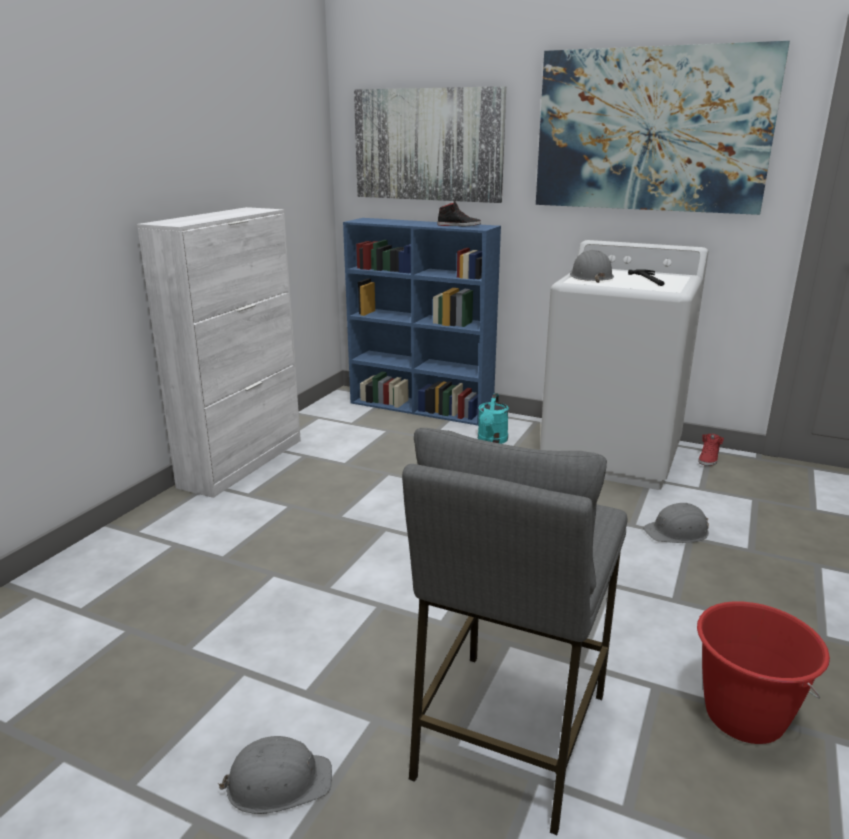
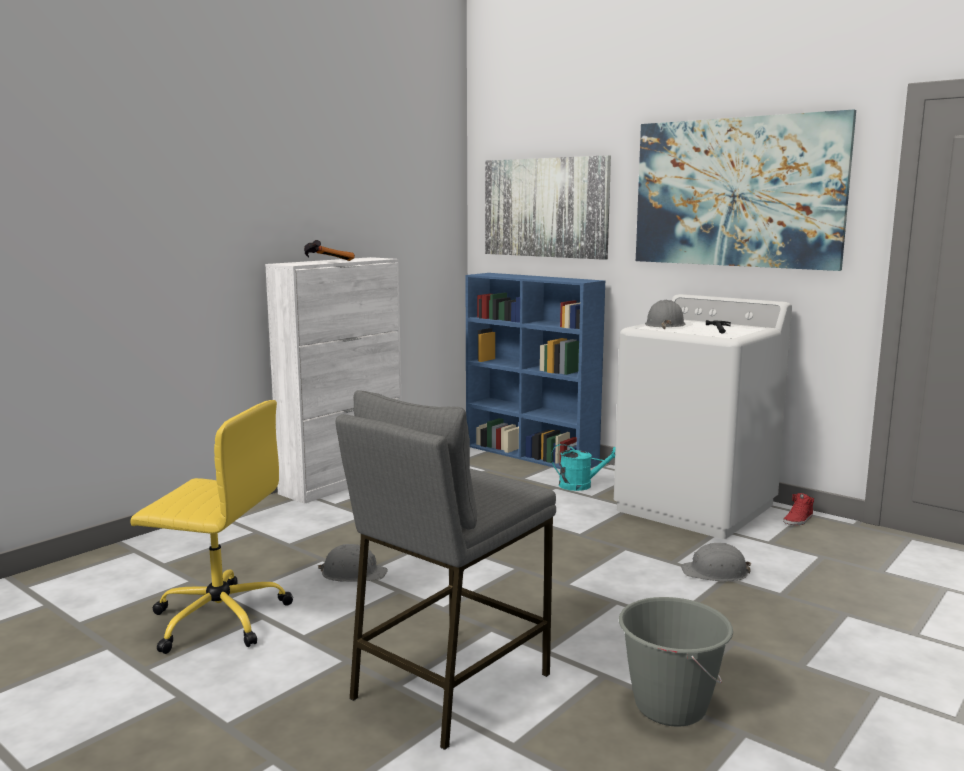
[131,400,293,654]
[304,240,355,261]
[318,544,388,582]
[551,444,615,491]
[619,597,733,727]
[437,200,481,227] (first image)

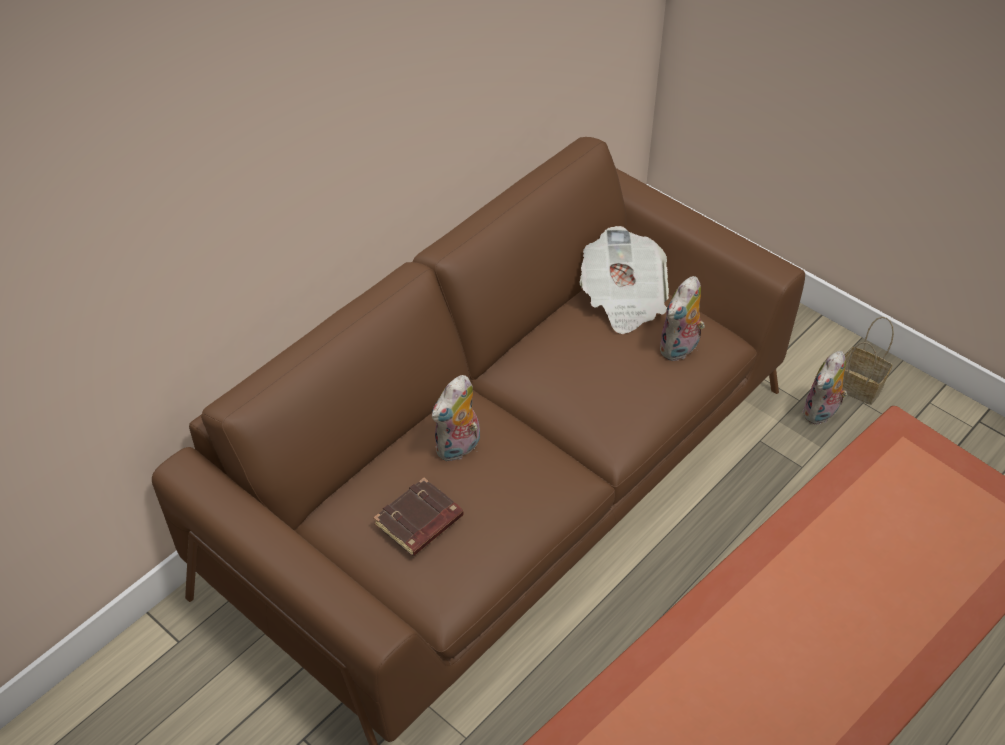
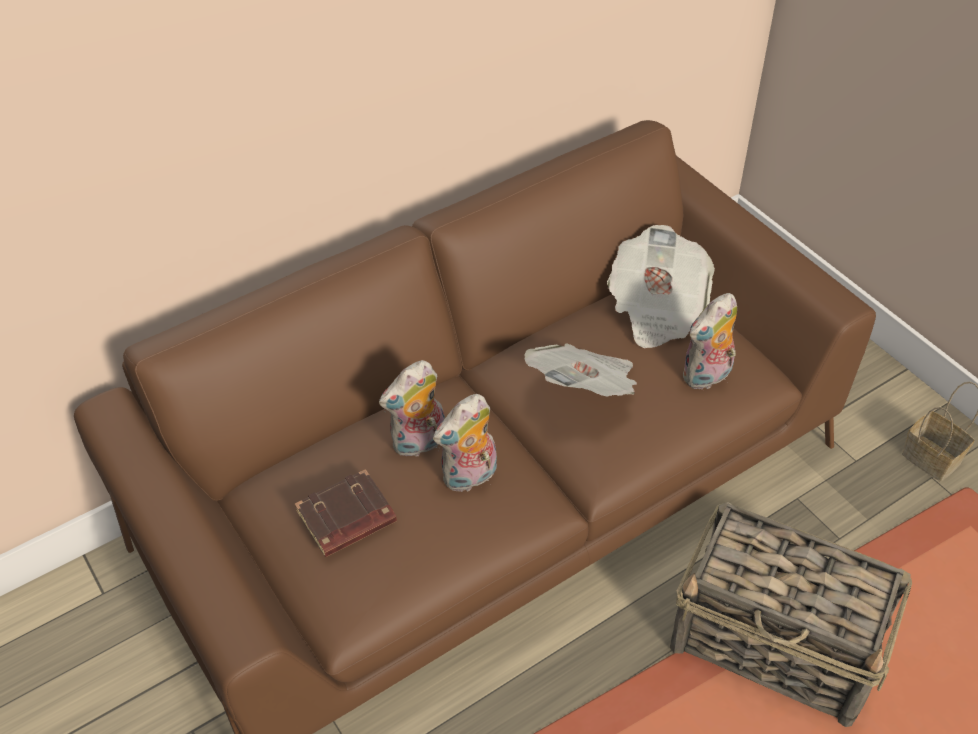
[433,394,497,492]
[524,343,637,397]
[670,502,912,727]

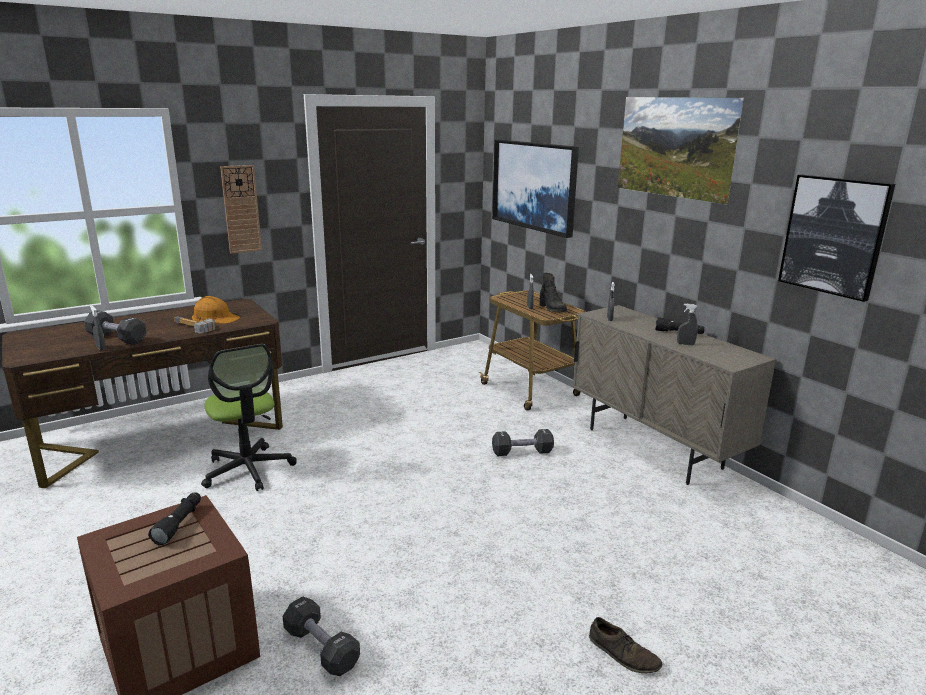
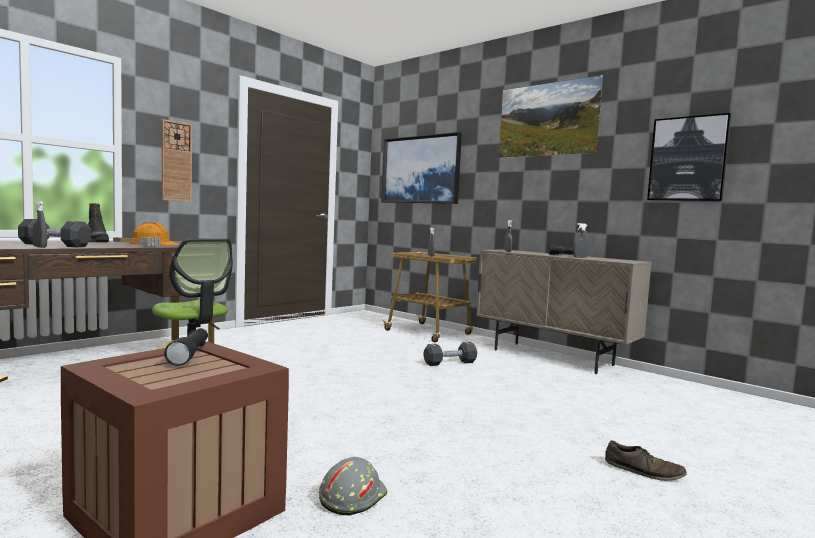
[87,203,109,242]
[319,457,387,516]

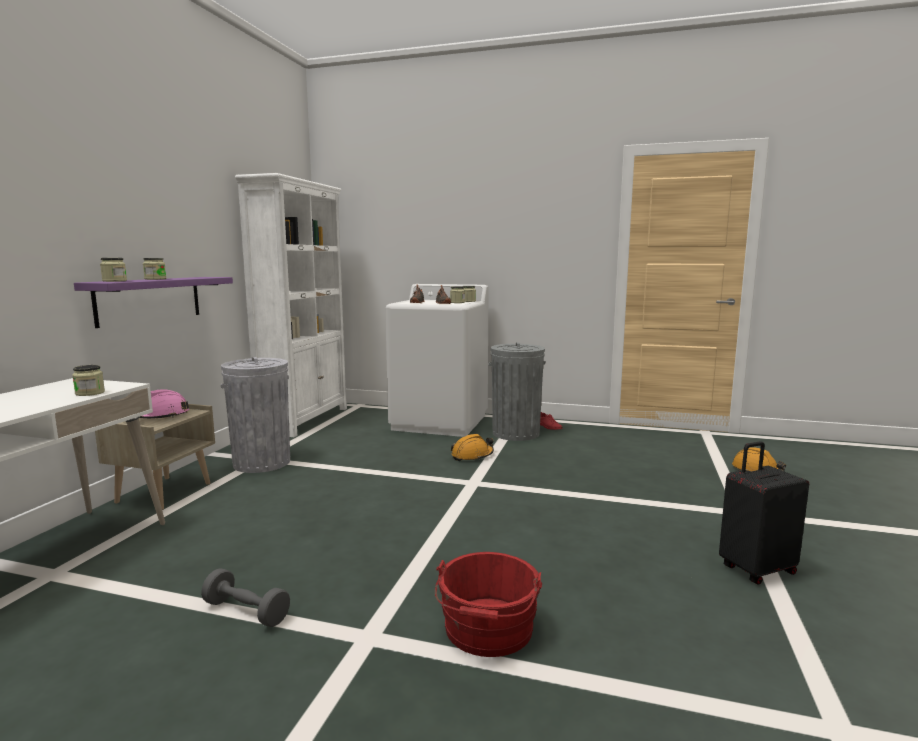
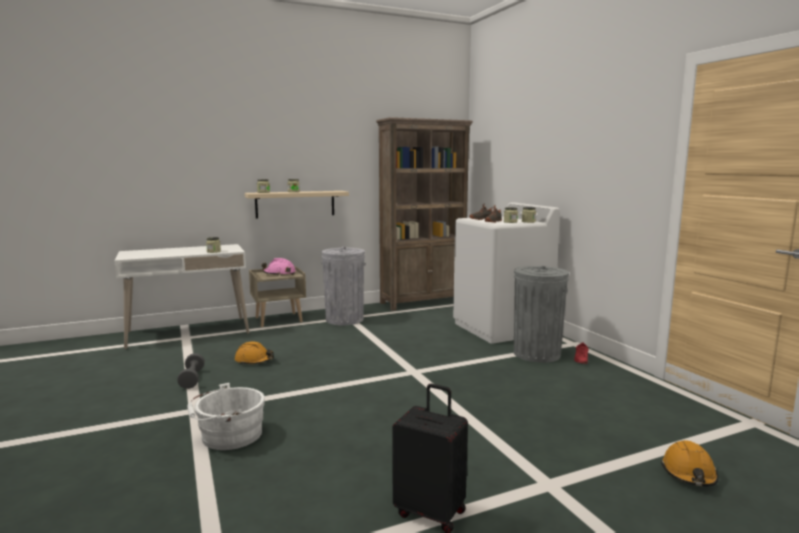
[187,383,265,450]
[235,342,274,365]
[245,191,349,219]
[376,117,473,311]

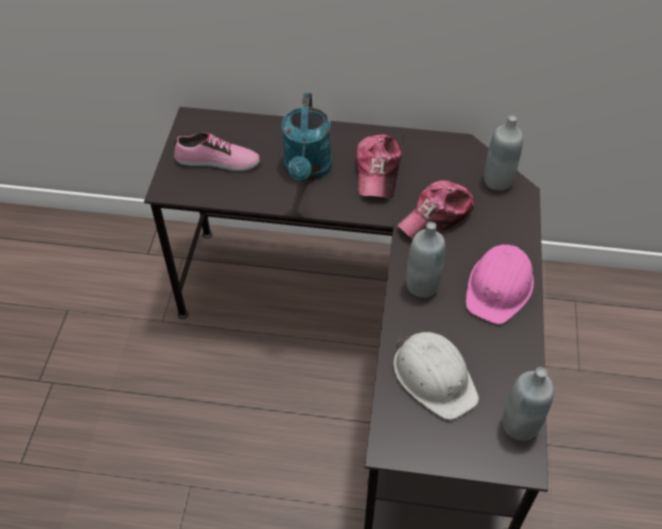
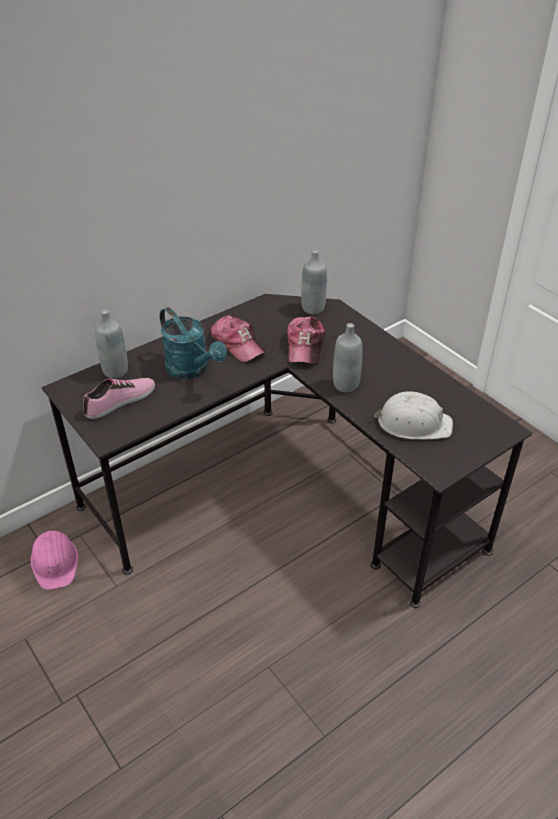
[31,531,78,590]
[95,310,128,378]

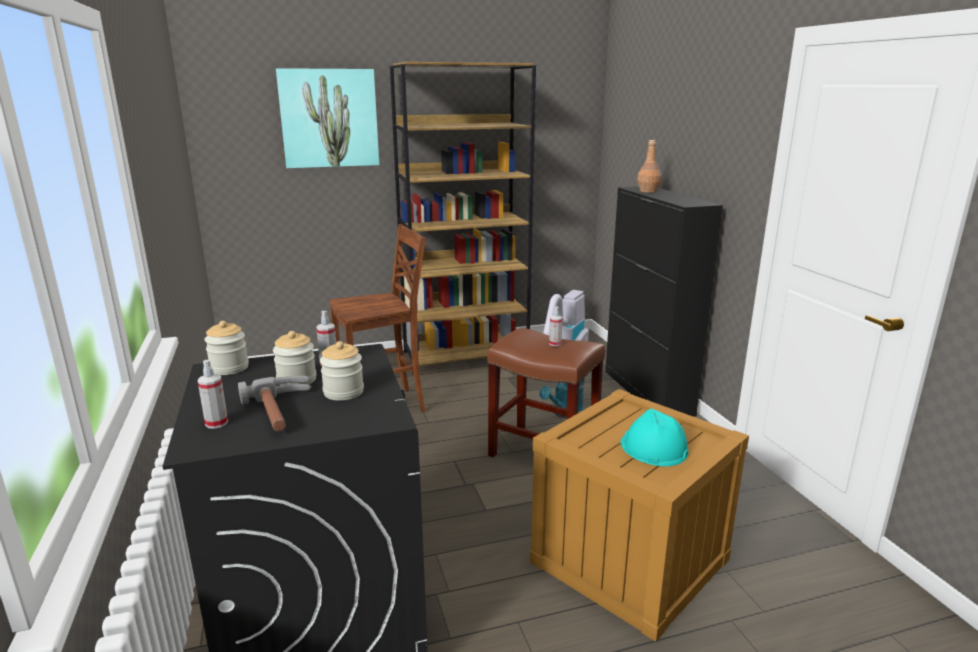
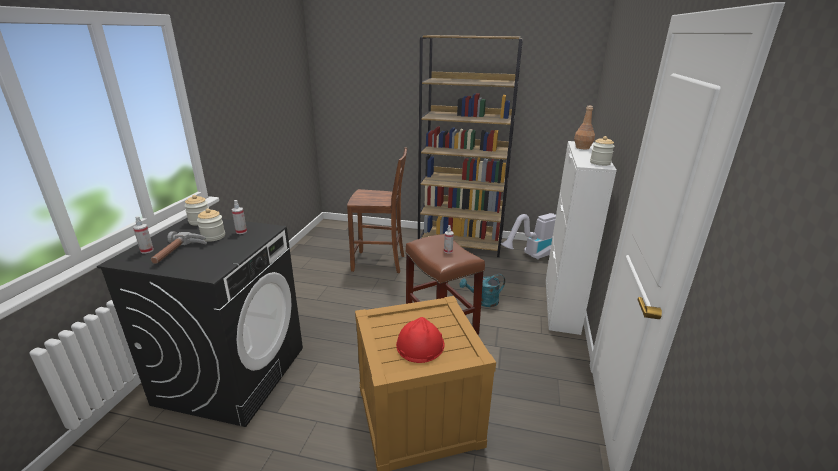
[396,317,445,363]
[546,141,617,335]
[590,136,615,166]
[276,68,379,168] (first image)

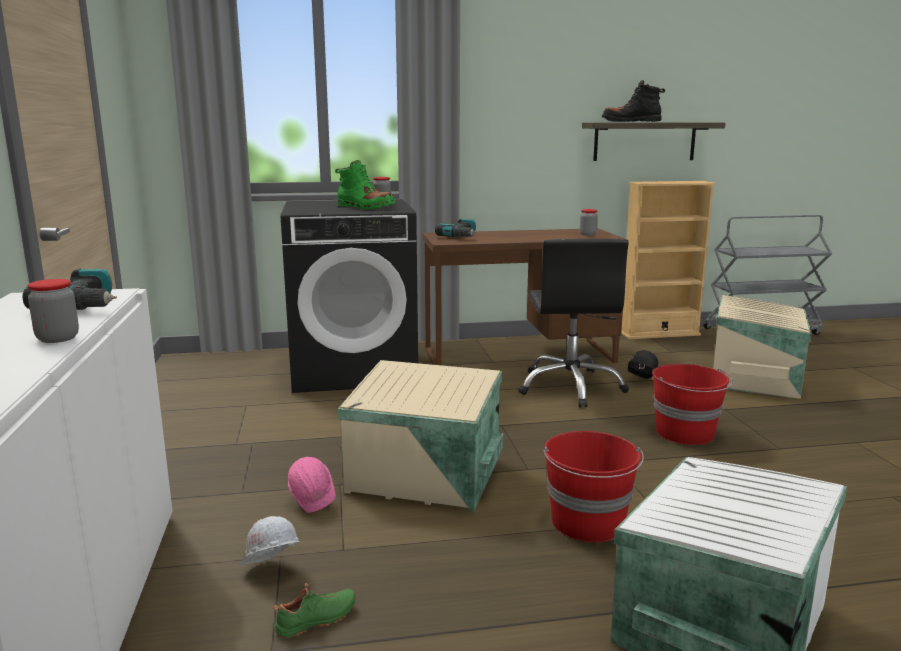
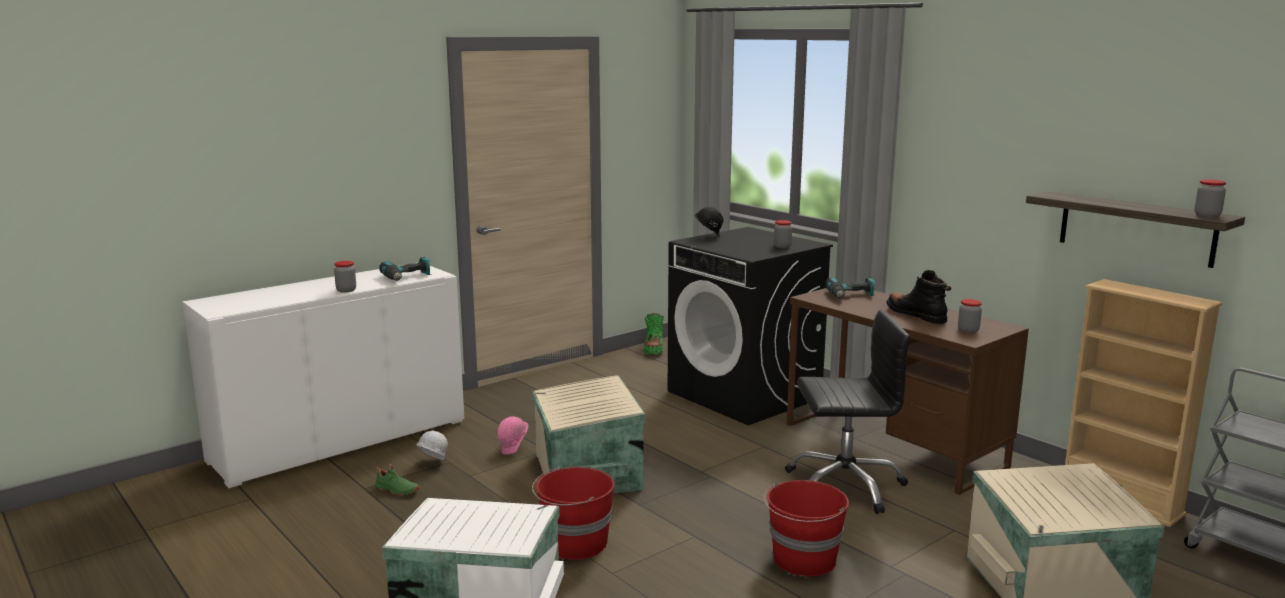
[643,313,664,354]
[695,207,723,238]
[785,309,910,514]
[887,270,952,324]
[1195,179,1226,218]

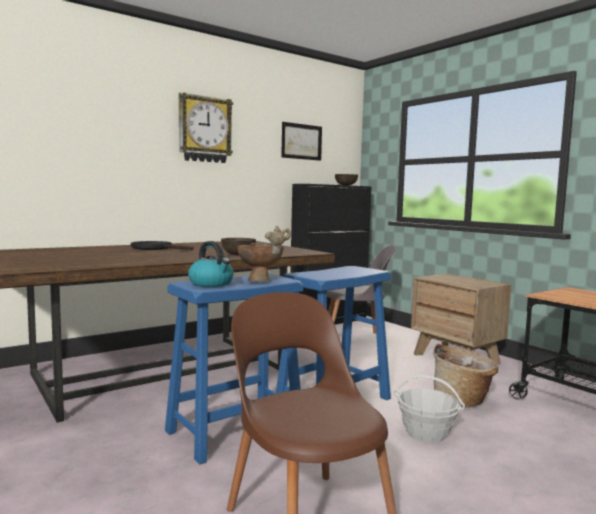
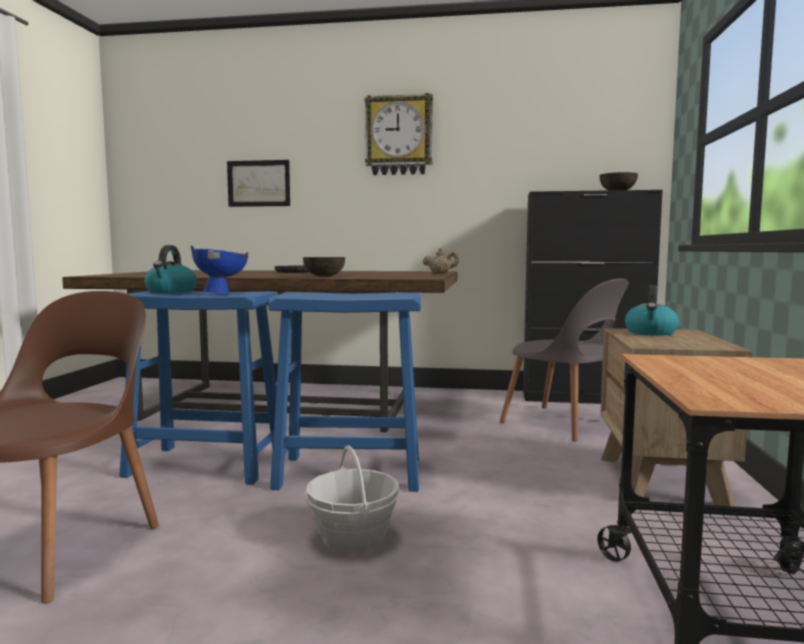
[191,245,248,294]
[227,160,290,207]
[625,285,679,335]
[433,344,499,408] (first image)

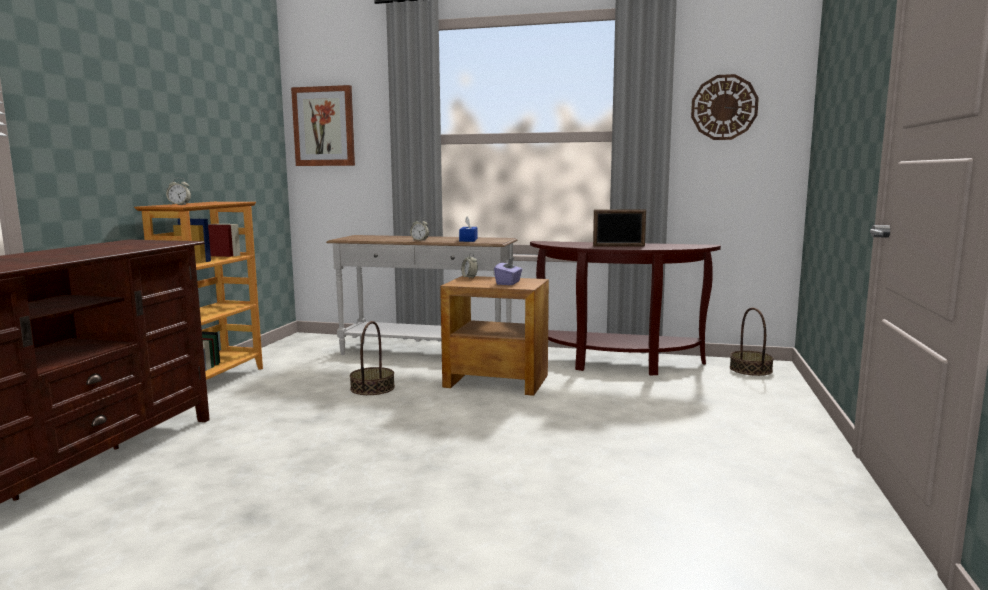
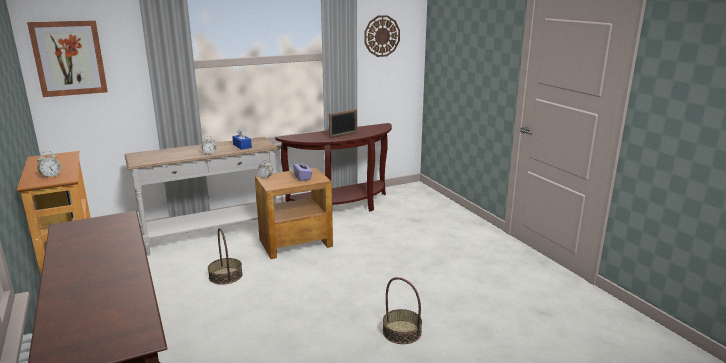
[383,277,422,344]

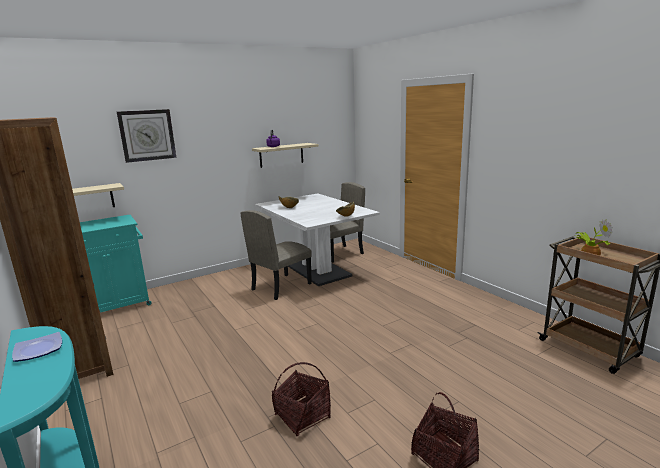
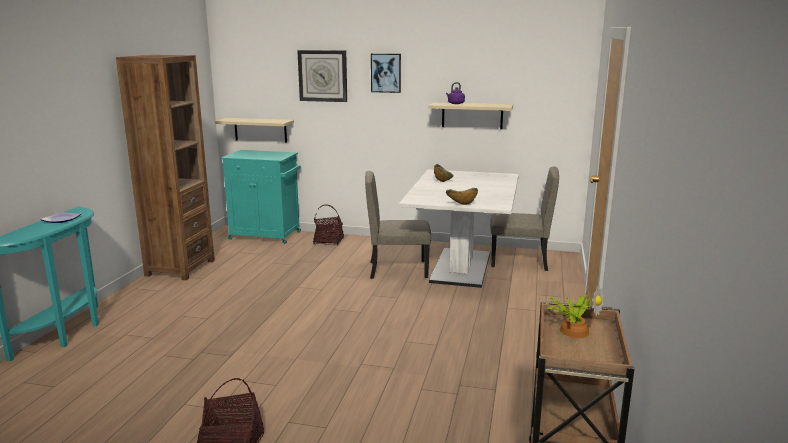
[313,205,344,246]
[371,53,401,93]

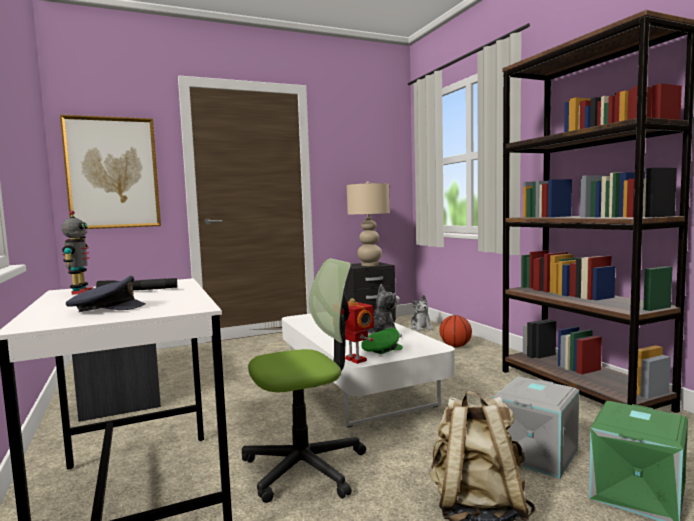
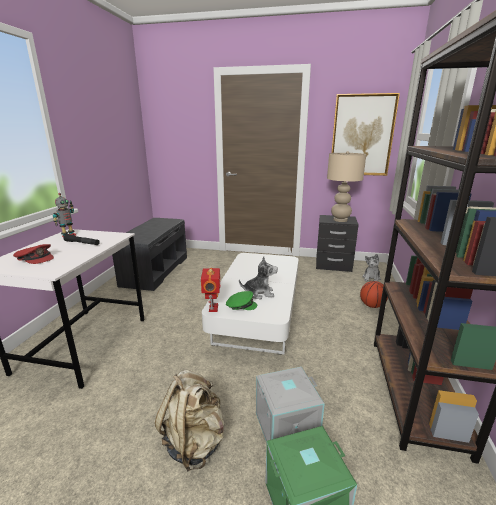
[13,244,54,264]
[331,93,400,176]
[242,258,366,503] (first image)

